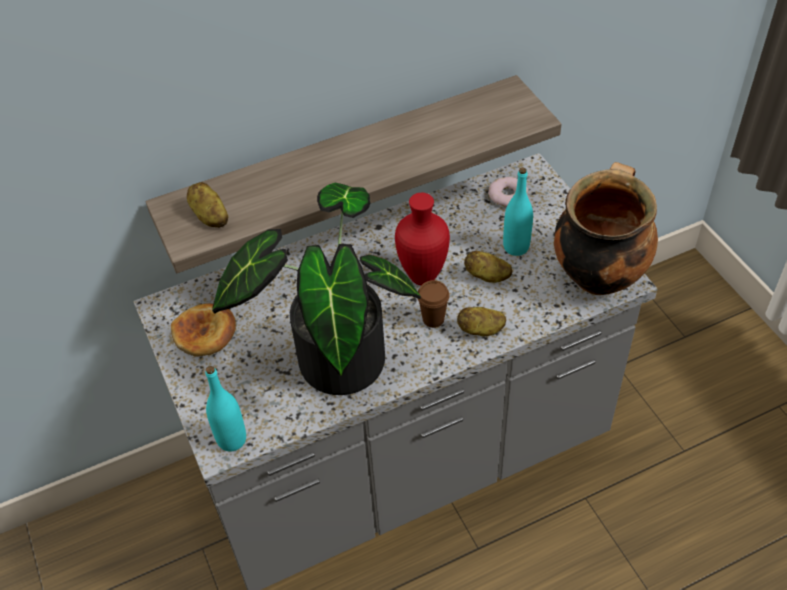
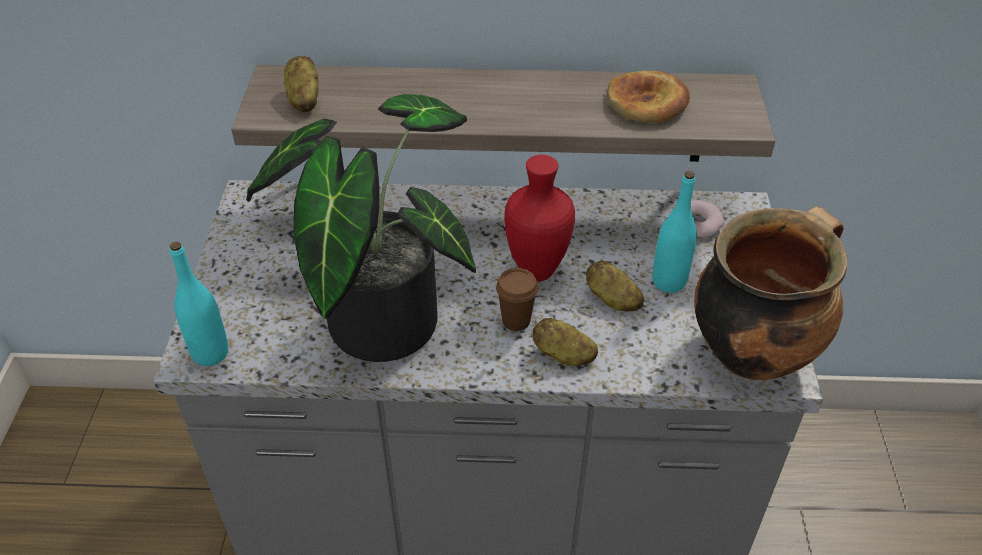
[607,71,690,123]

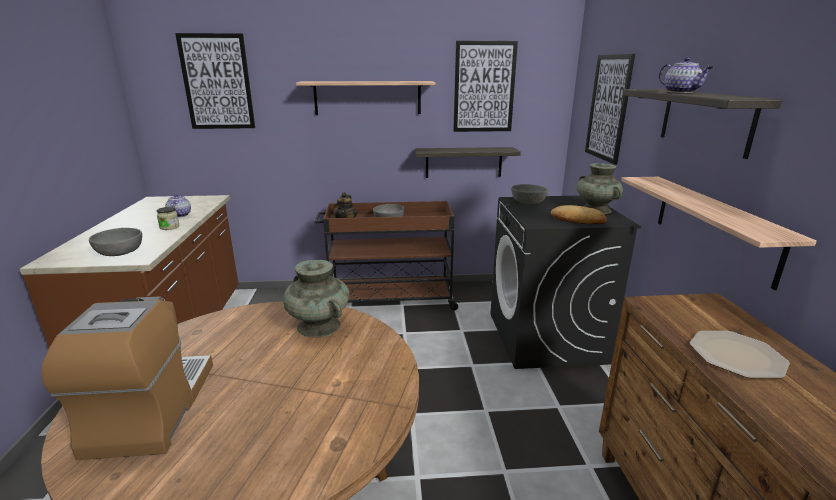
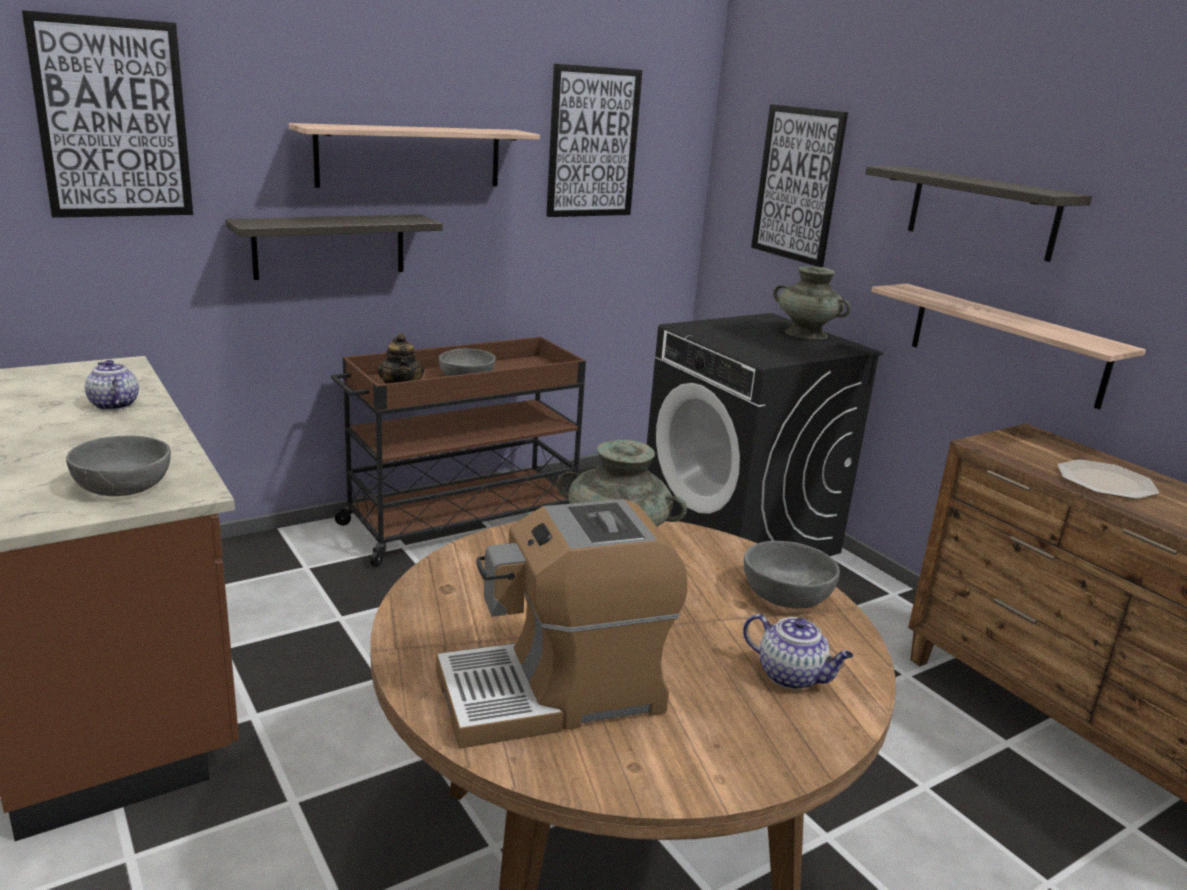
[225,215,443,280]
[436,499,688,749]
[743,614,854,690]
[744,541,840,608]
[157,207,180,230] (first image)
[551,205,606,224] (first image)

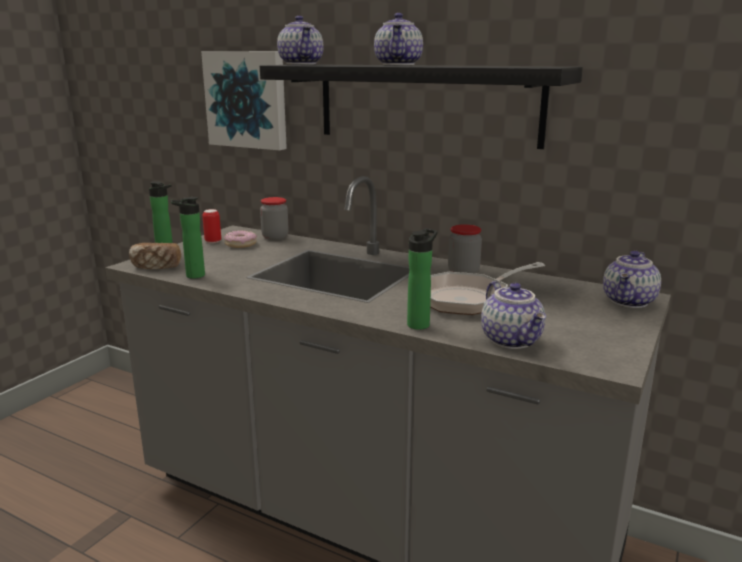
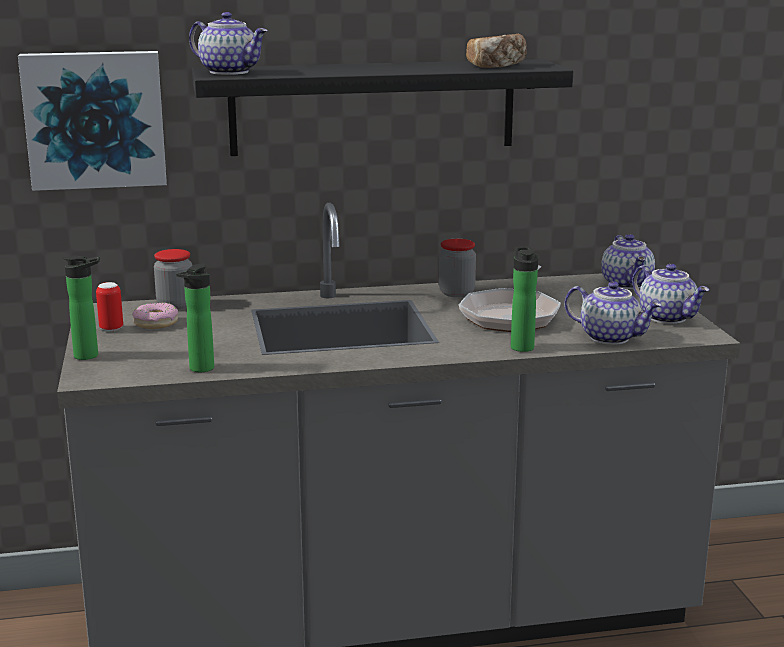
[466,34,527,68]
[632,264,709,324]

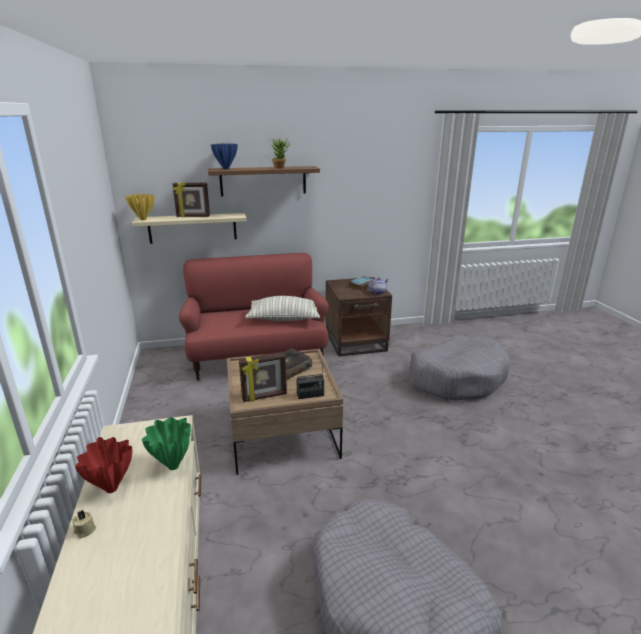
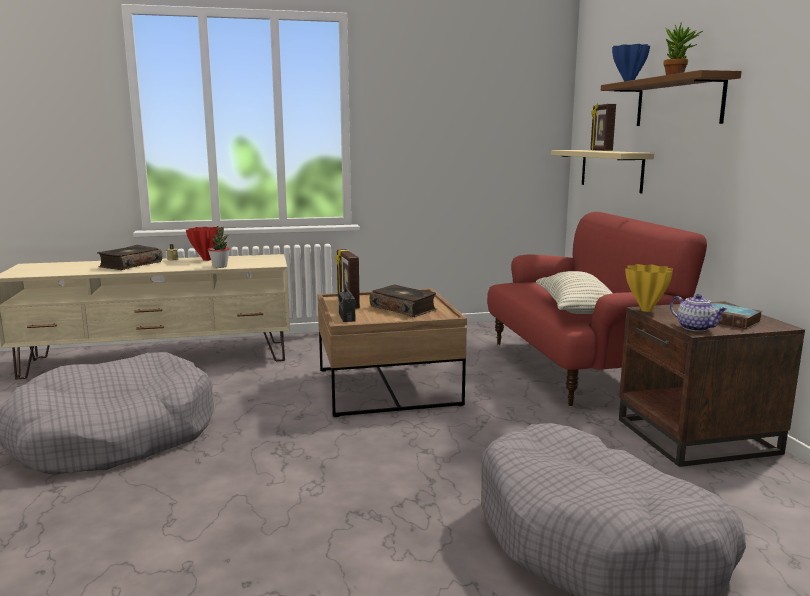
[97,245,162,270]
[208,226,230,268]
[625,264,673,312]

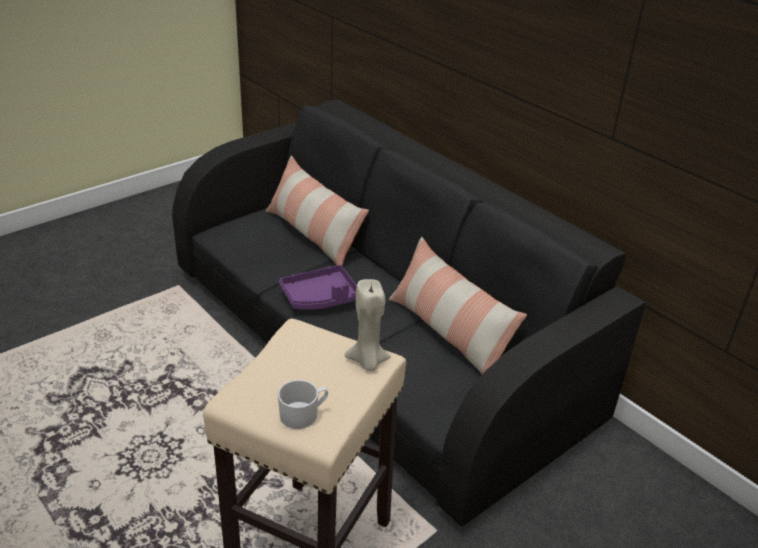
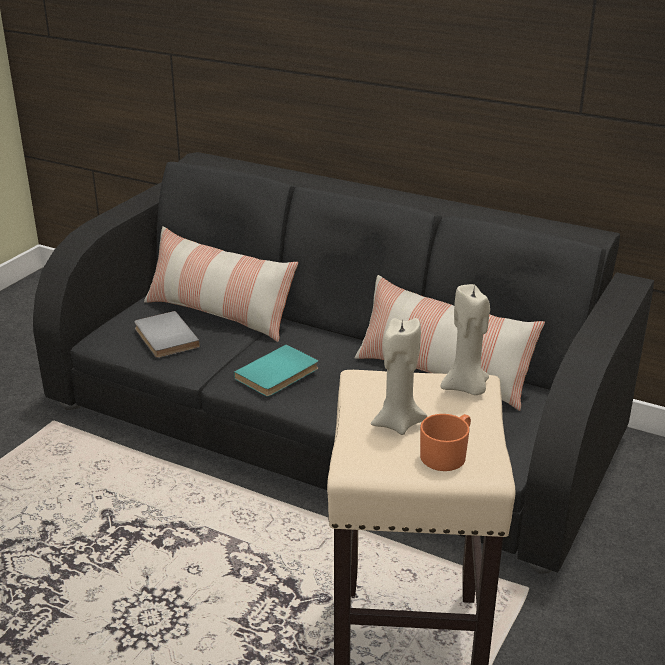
[134,311,200,358]
[234,344,318,397]
[371,318,427,435]
[420,414,471,471]

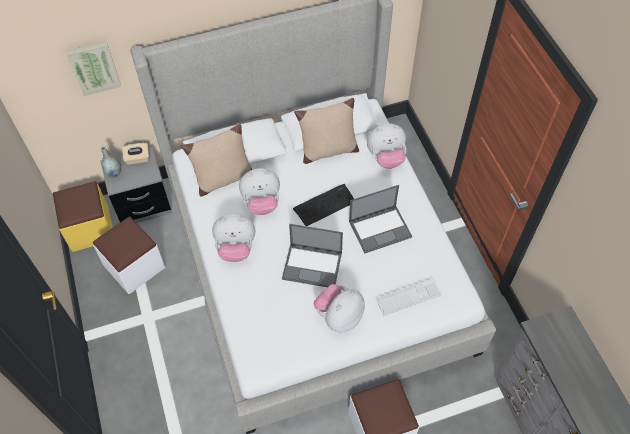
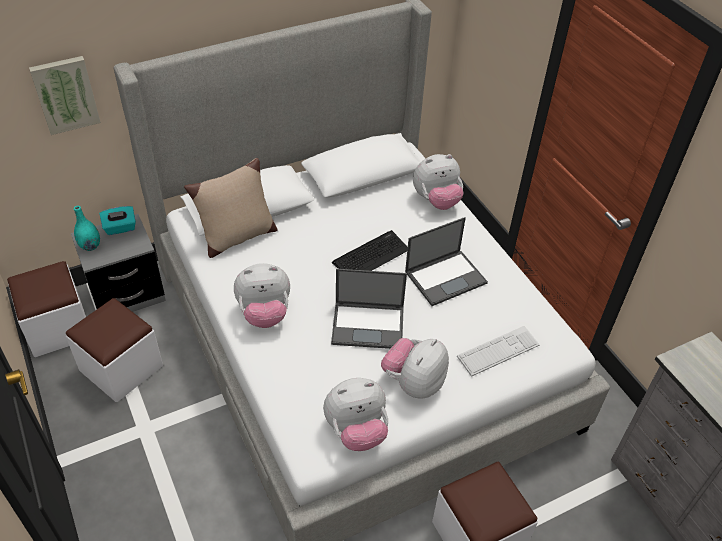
[7,261,86,357]
[74,206,100,251]
[99,206,136,235]
[323,378,388,451]
[294,98,359,164] (first image)

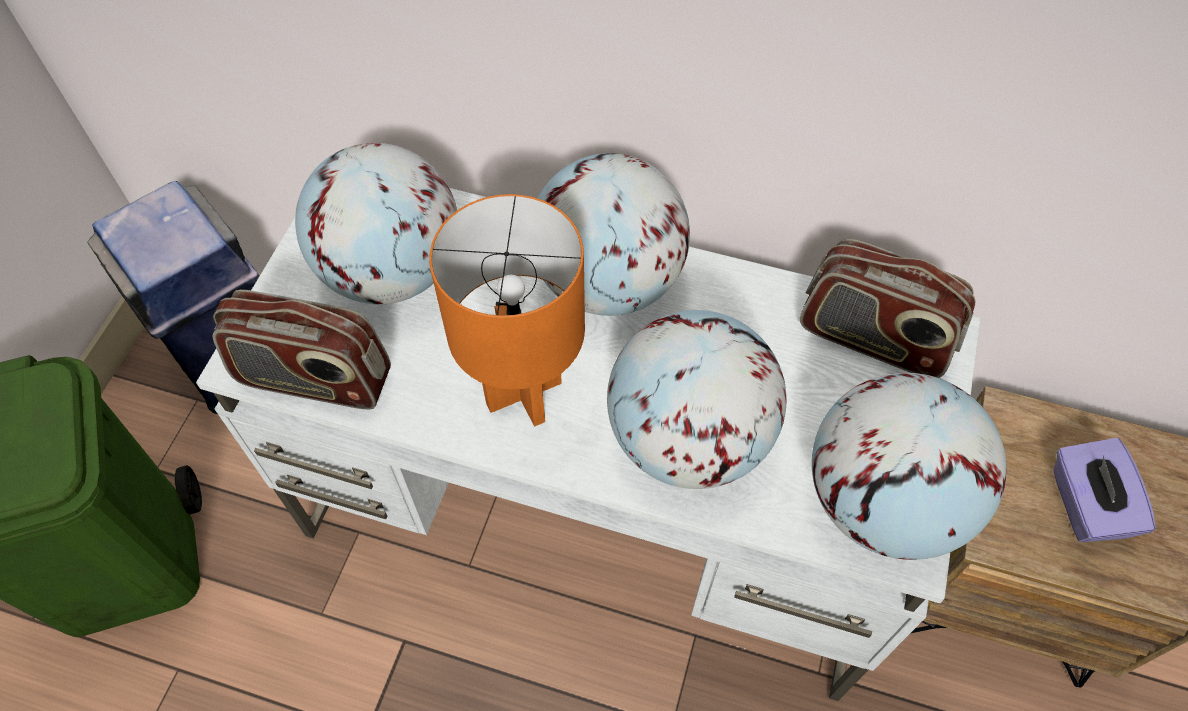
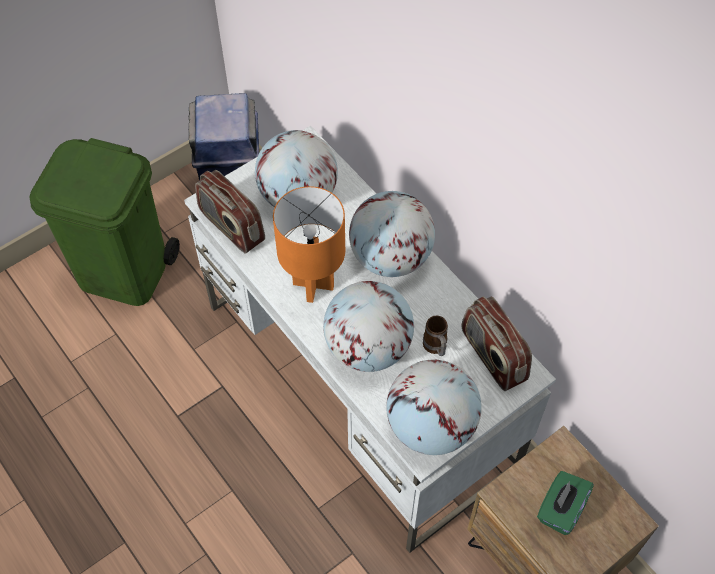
[423,316,448,356]
[537,471,594,535]

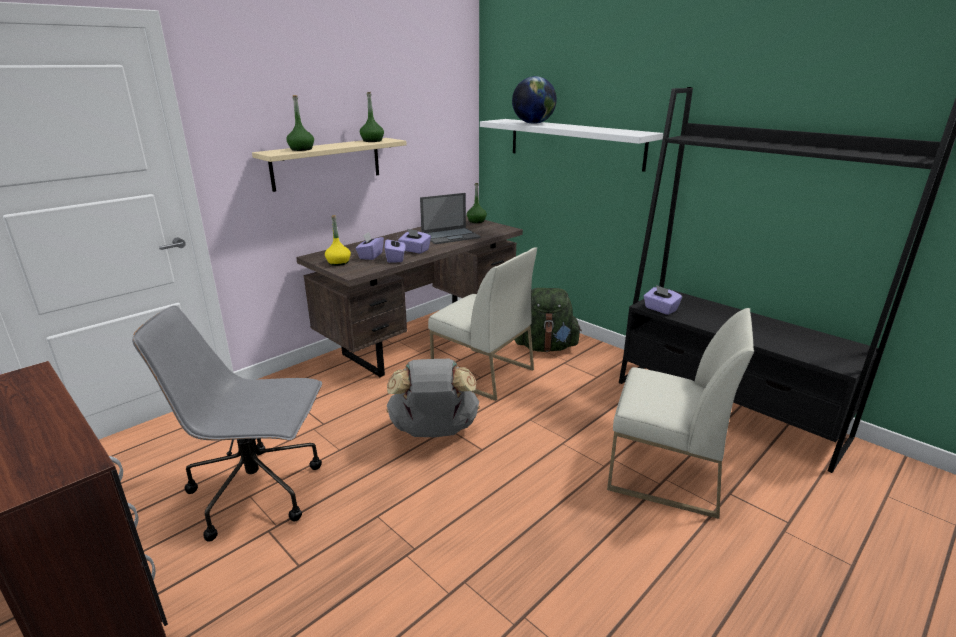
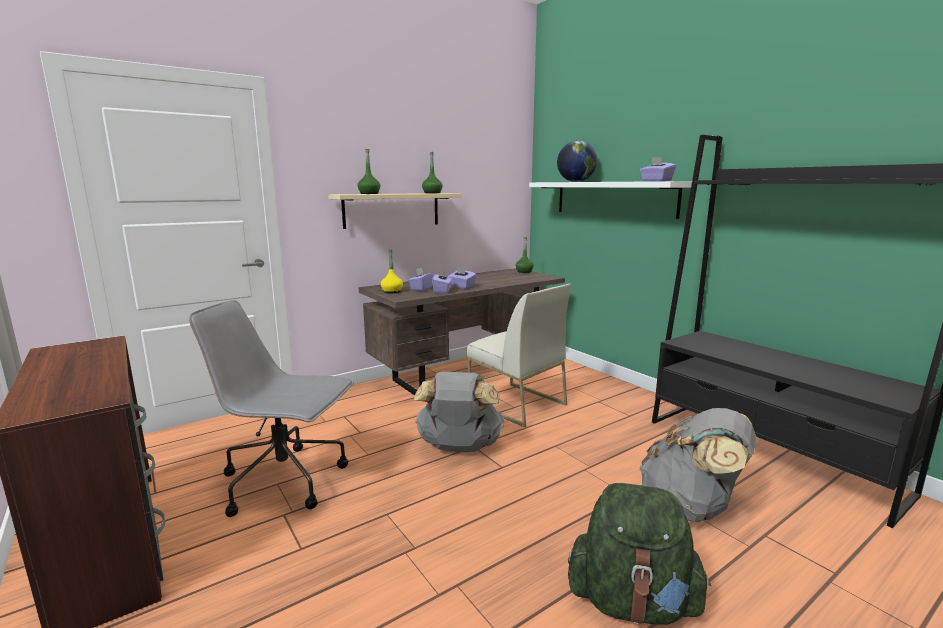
[568,483,711,625]
[639,408,756,522]
[640,157,676,181]
[420,193,481,244] (first image)

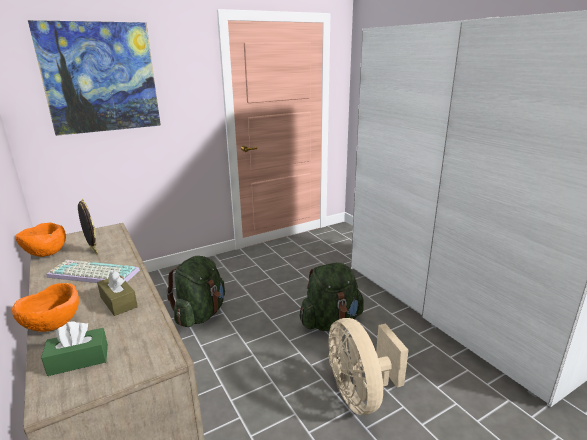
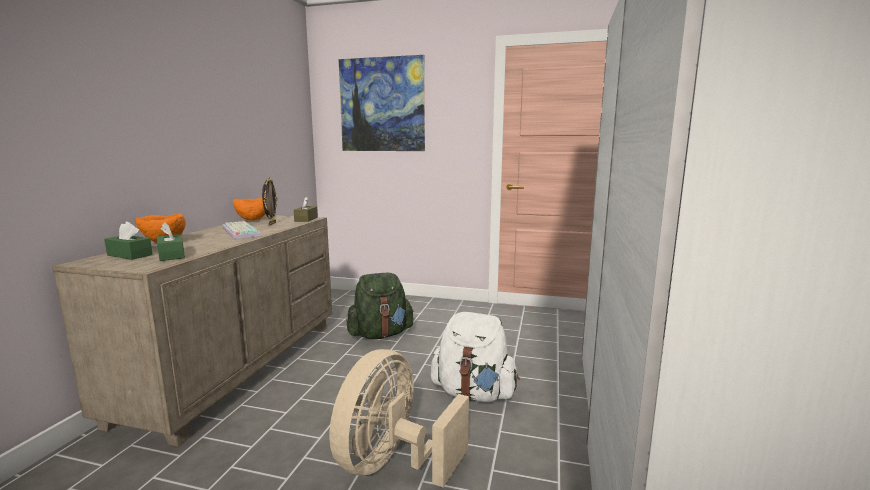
[157,222,185,261]
[294,197,318,222]
[431,312,519,402]

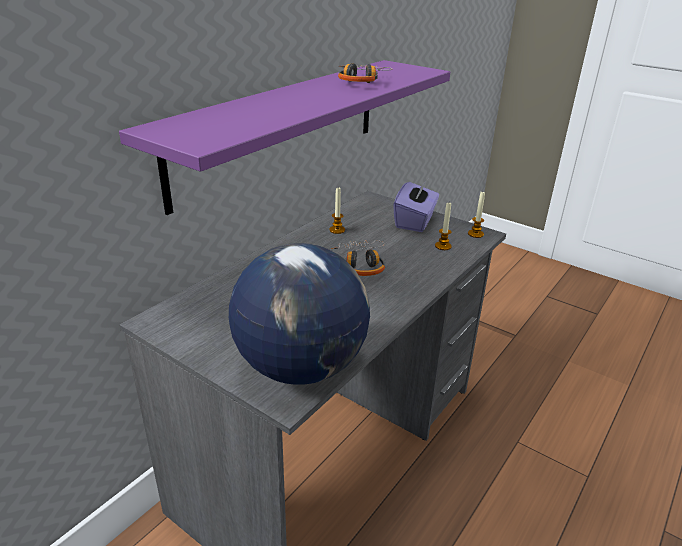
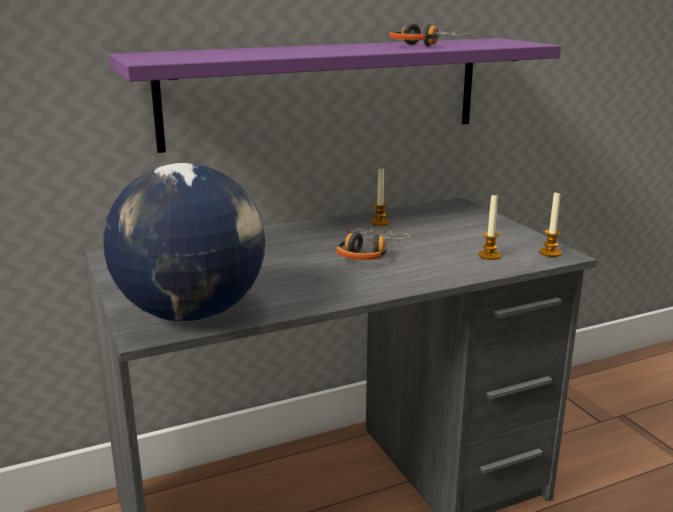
[393,178,439,232] (first image)

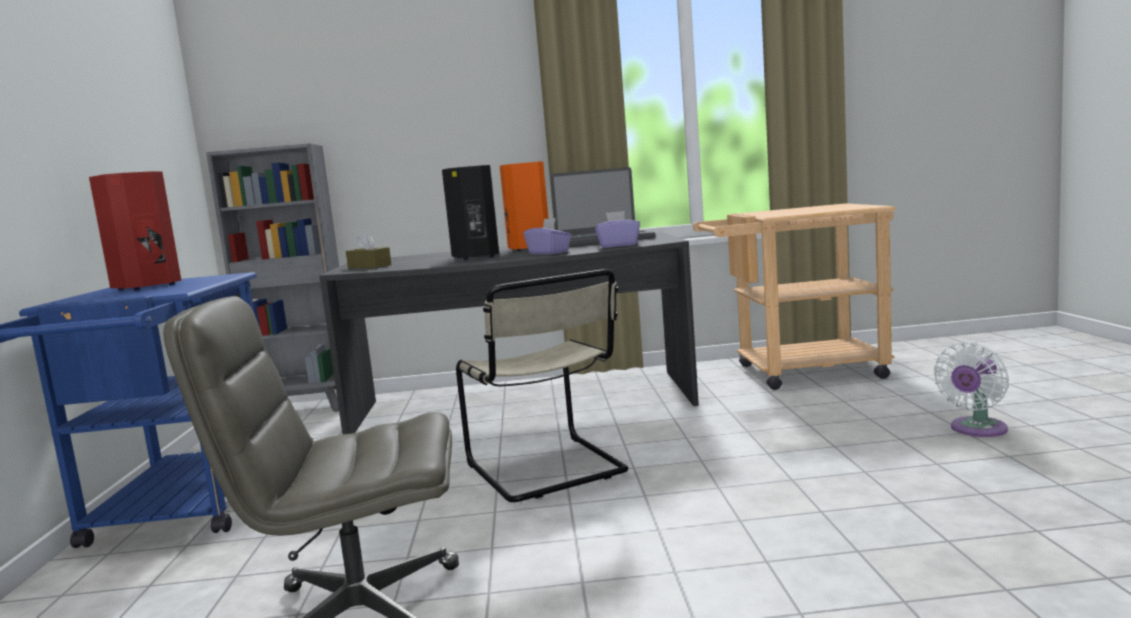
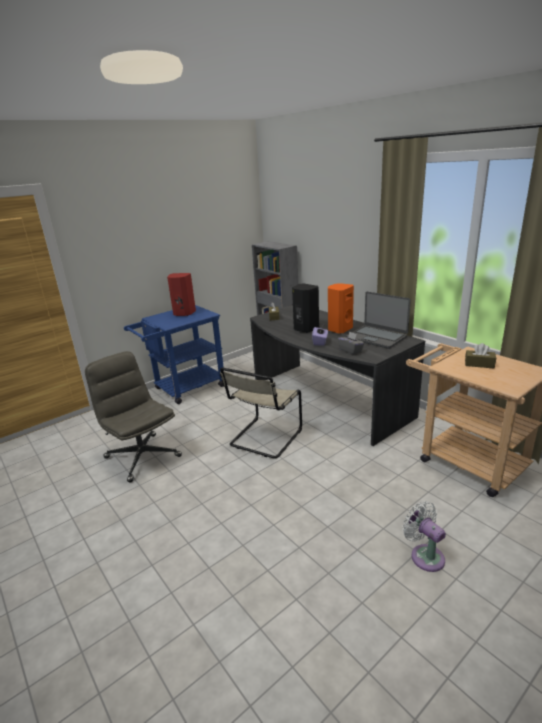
[338,331,365,354]
[402,501,446,572]
[465,343,496,369]

